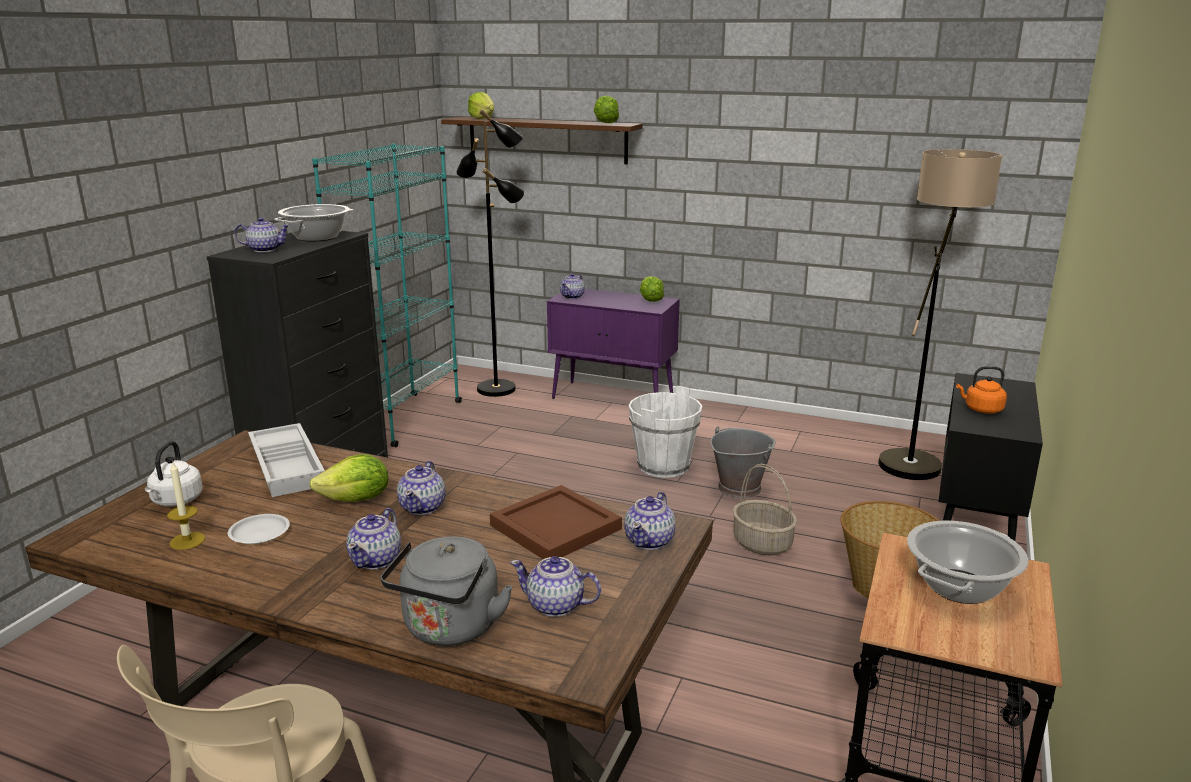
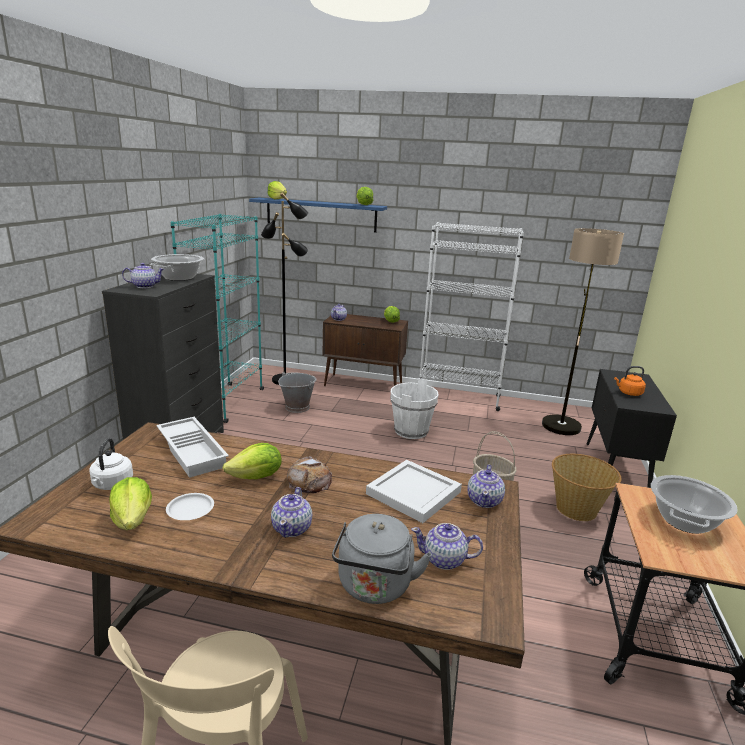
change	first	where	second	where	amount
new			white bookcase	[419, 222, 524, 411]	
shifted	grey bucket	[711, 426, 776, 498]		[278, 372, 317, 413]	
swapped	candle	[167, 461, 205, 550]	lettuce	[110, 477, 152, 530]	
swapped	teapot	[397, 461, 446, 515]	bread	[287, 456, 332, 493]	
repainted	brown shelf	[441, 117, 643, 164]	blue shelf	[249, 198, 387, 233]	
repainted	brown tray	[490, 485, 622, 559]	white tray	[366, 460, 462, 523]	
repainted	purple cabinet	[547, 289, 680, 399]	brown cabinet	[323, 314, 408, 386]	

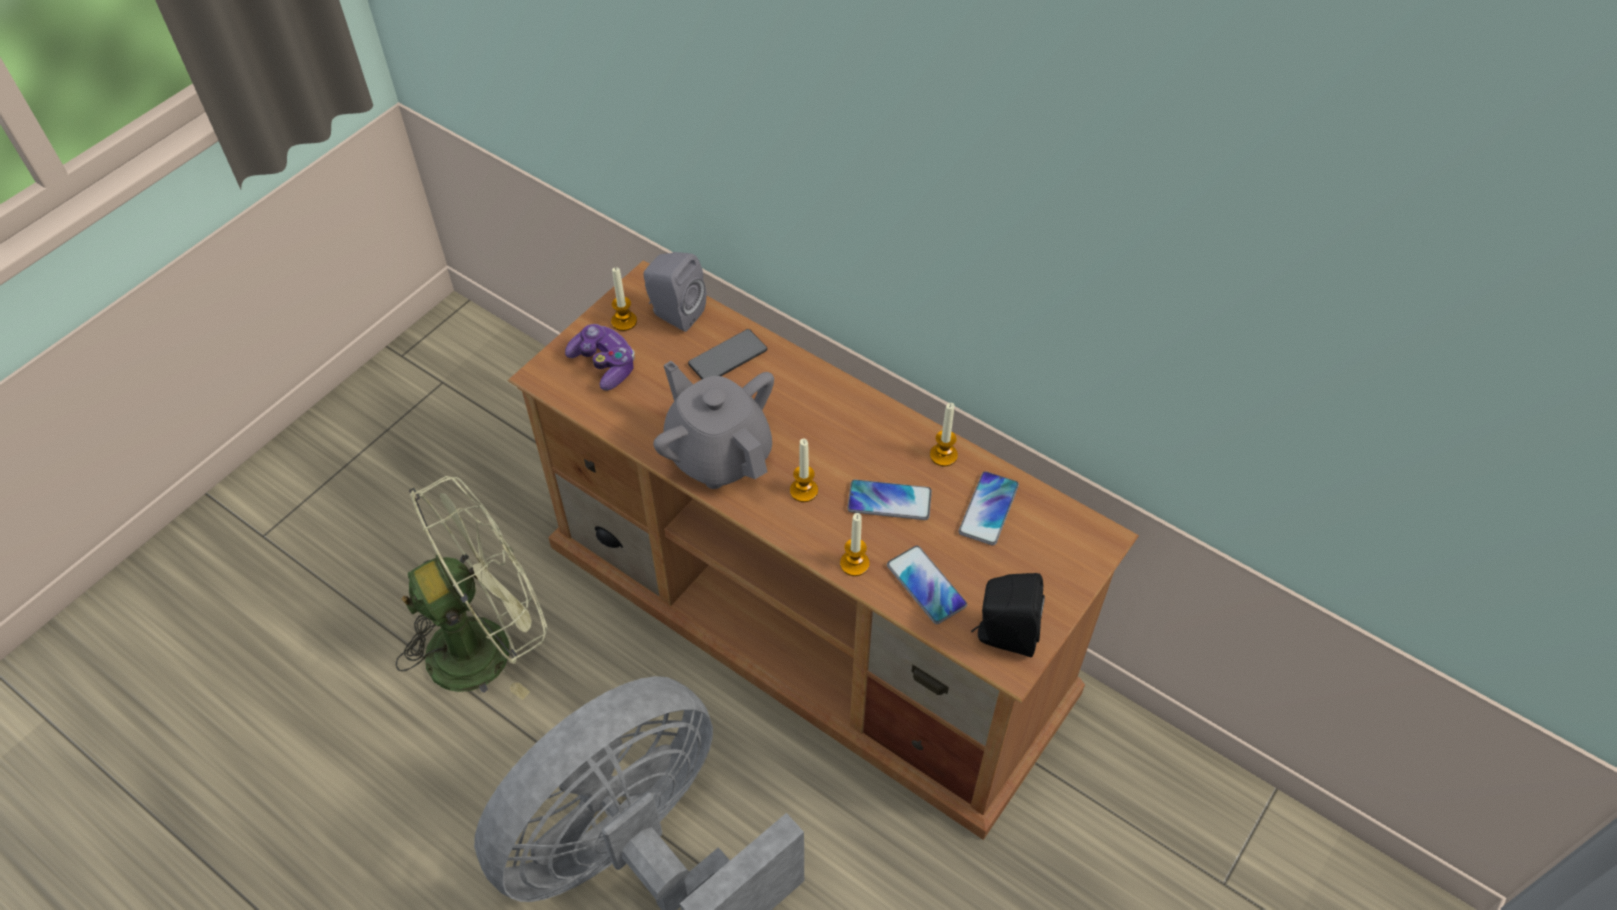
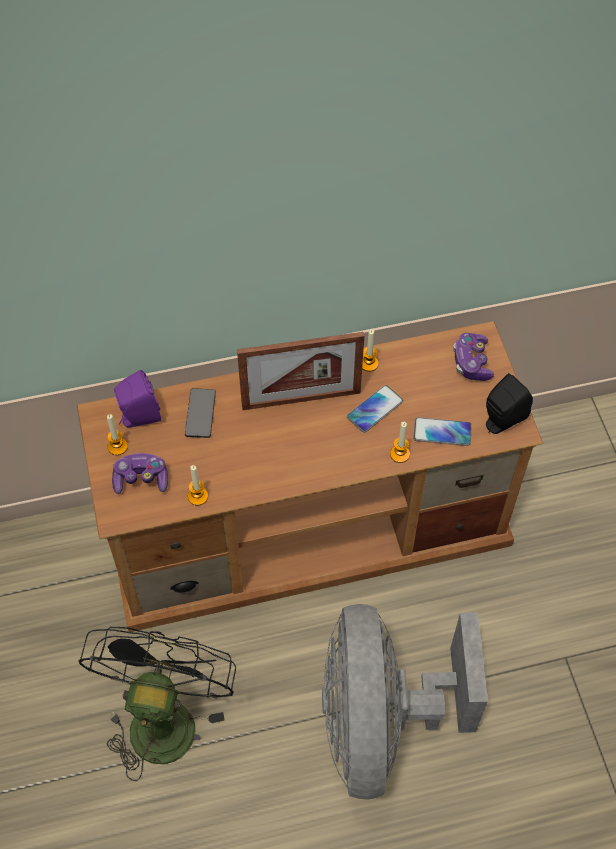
change	first	where	second	where	amount
gone	grey teapot	[653, 361, 774, 489]			
gone	phone	[958, 471, 1019, 545]			
new			picture frame	[237, 332, 364, 410]	
new			game controller	[453, 333, 494, 381]	
shifted	candle	[790, 439, 818, 502]		[188, 465, 208, 506]	
repainted	green fan	[396, 476, 547, 700]	black fan	[78, 627, 236, 781]	
repainted	grey speaker	[643, 252, 706, 332]	purple speaker	[114, 370, 161, 427]	

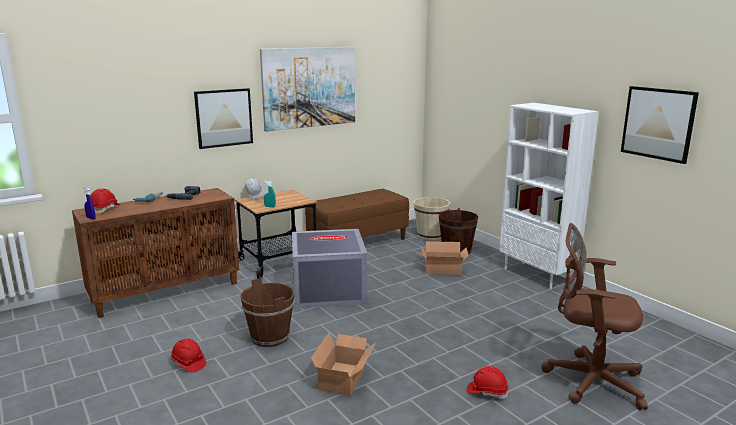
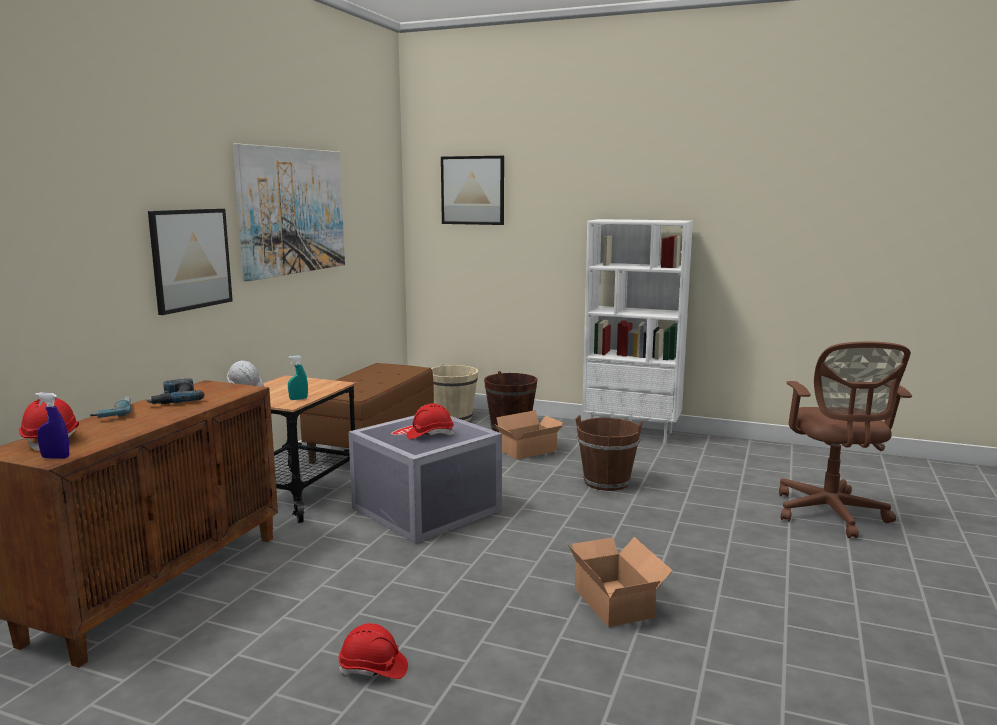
change	first	where	second	where	amount
shifted	brown bucket	[240, 278, 295, 347]		[576, 415, 643, 491]	
shifted	red hard hat	[467, 366, 508, 399]		[406, 403, 454, 439]	
shifted	picture	[621, 86, 699, 164]		[441, 156, 504, 225]	
rotated	brown office chair	[541, 223, 648, 410]		[779, 341, 912, 538]	75 degrees counterclockwise

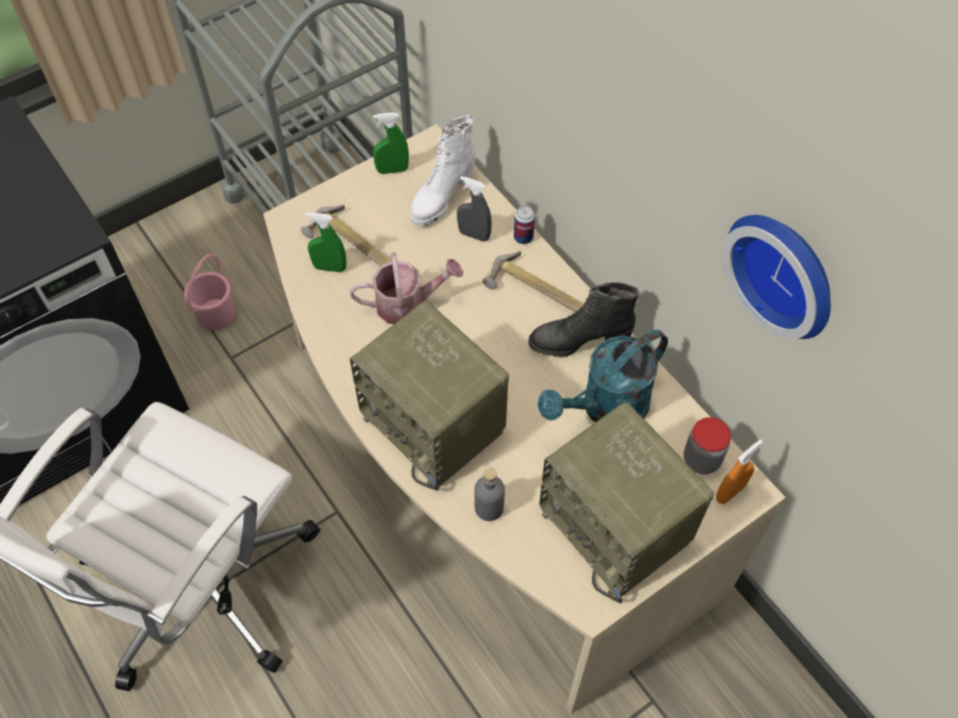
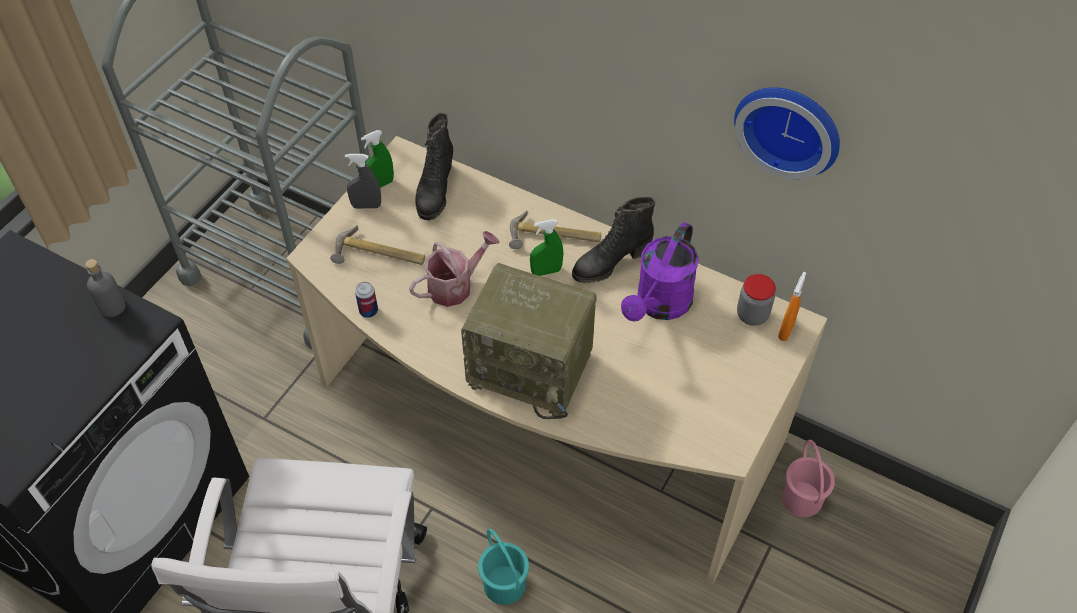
change	first	where	second	where	amount
gone	radio	[539, 402, 714, 603]			
new			turquoise bucket	[478, 529, 529, 605]	
shifted	pink bucket	[184, 254, 235, 330]		[782, 440, 835, 517]	
shifted	green spray bottle	[305, 212, 346, 272]		[530, 219, 564, 276]	
shifted	grey spray bottle	[457, 176, 492, 242]		[345, 154, 381, 209]	
shifted	grey bottle	[474, 468, 505, 521]		[85, 259, 126, 317]	
shifted	can	[514, 205, 535, 244]		[355, 282, 378, 318]	
repainted	white boot	[410, 115, 475, 226]	black boot	[415, 113, 453, 221]	
repainted	turquoise watering can	[538, 330, 668, 422]	purple watering can	[621, 222, 698, 322]	

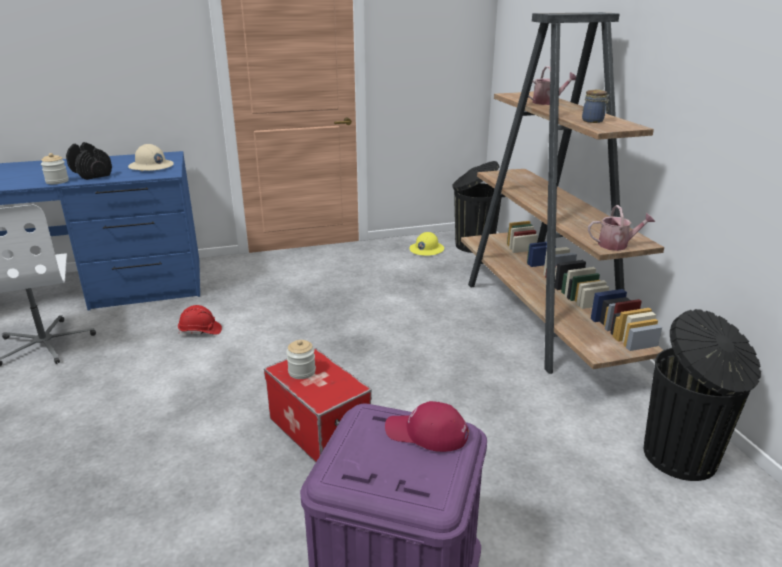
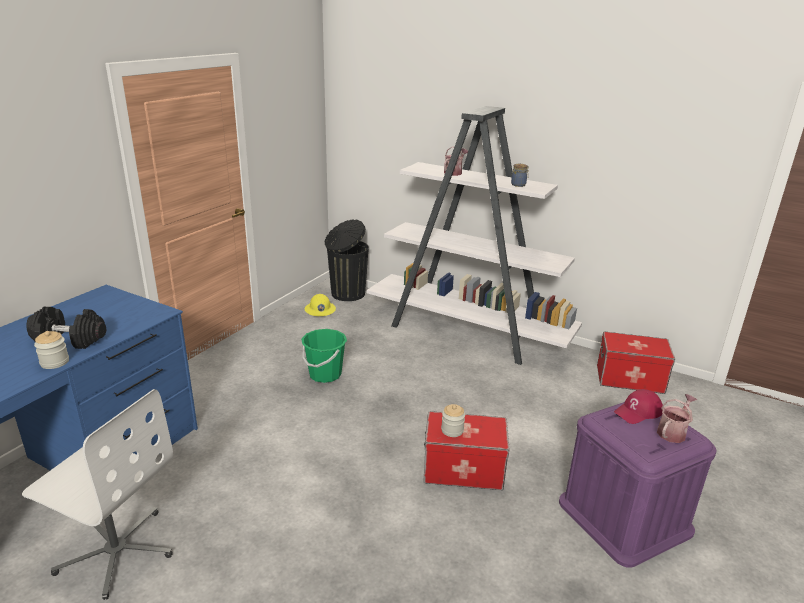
change	first	where	second	where	amount
gone	beige hard hat	[128, 144, 174, 171]			
gone	red hard hat	[178, 305, 222, 335]			
new			green bucket	[301, 329, 347, 383]	
shifted	watering can	[588, 205, 655, 251]		[657, 394, 697, 443]	
swapped	black trash can	[644, 309, 761, 481]	storage box	[597, 331, 675, 394]	
repainted	brown bookcase	[461, 12, 664, 374]	white bookcase	[367, 106, 582, 365]	

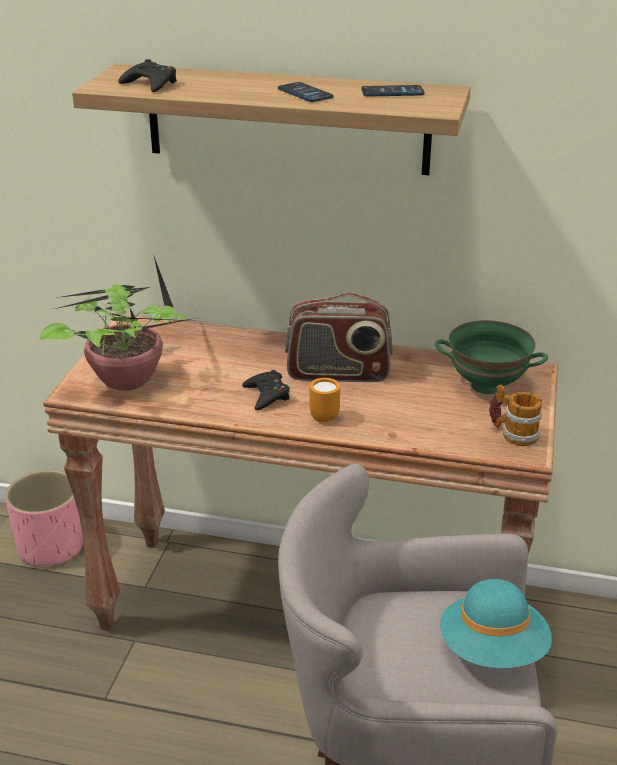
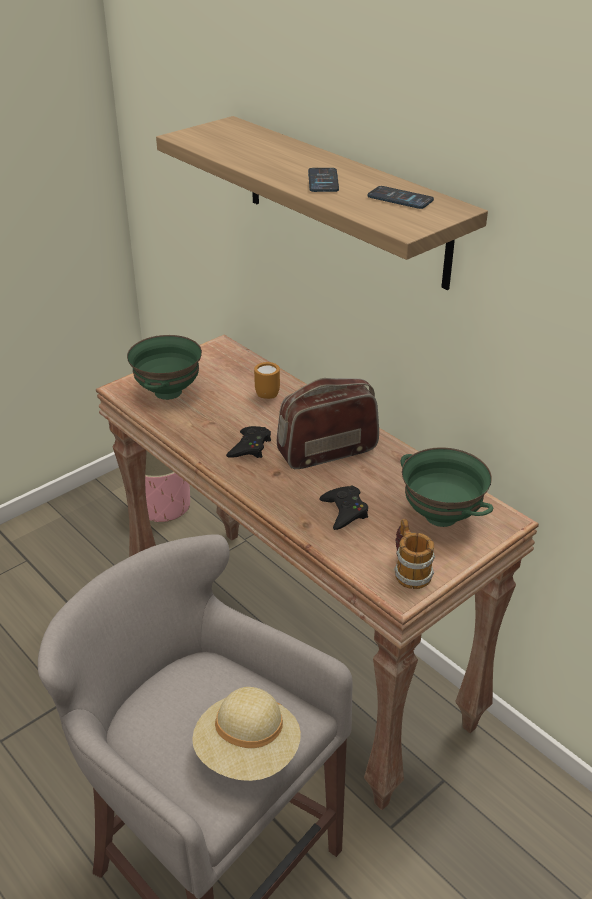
change	first	where	second	where	amount
shifted	black game controller	[118, 59, 177, 92]		[320, 486, 368, 530]	
shifted	orange mug	[310, 378, 340, 422]		[254, 362, 280, 399]	
swapped	potted plant	[38, 254, 210, 391]	green bowl	[127, 335, 202, 400]	
repainted	turquoise hat	[440, 579, 552, 668]	beige hat	[192, 687, 301, 781]	
rotated	radio	[285, 293, 393, 382]		[277, 378, 379, 469]	120 degrees clockwise

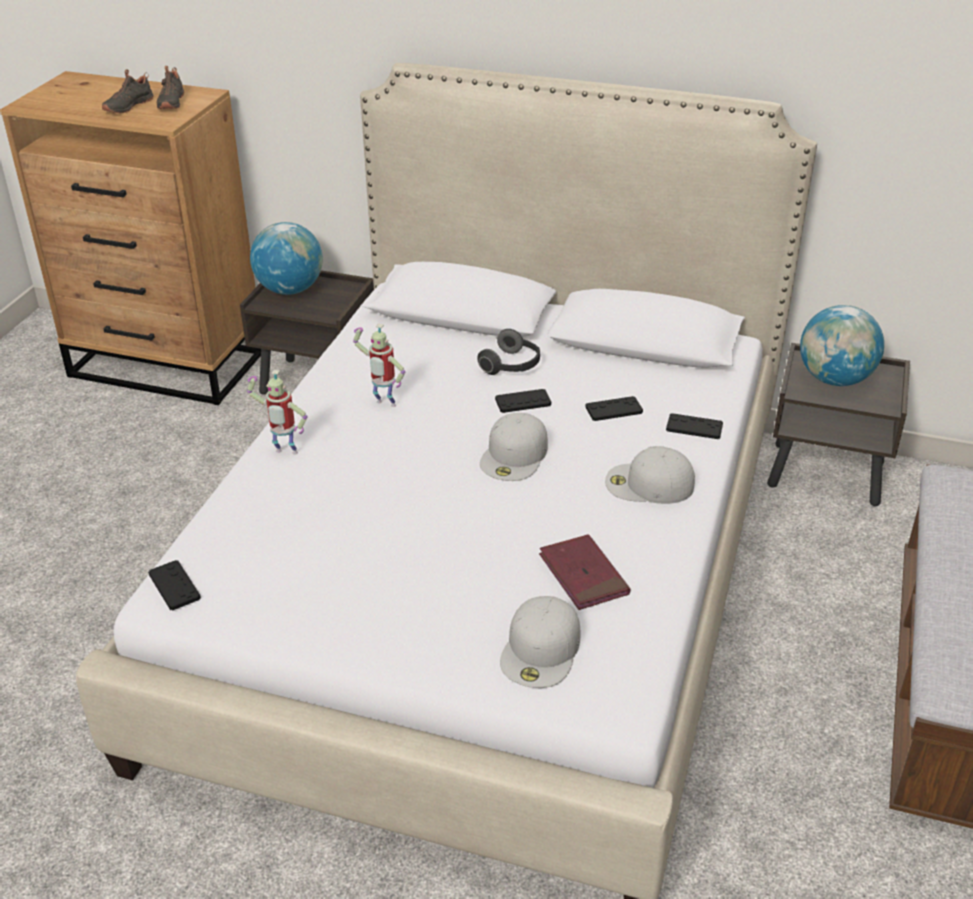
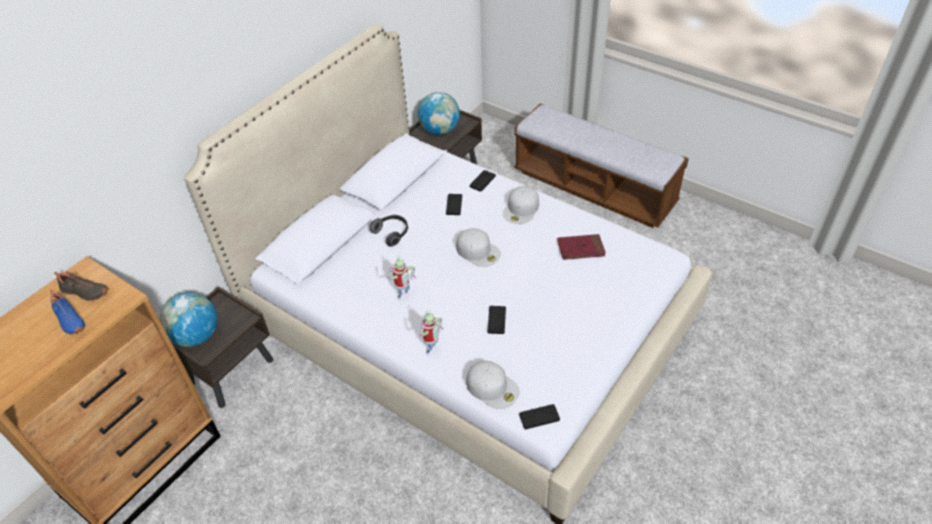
change	first	where	second	where	amount
shifted	black game controller	[495, 389, 551, 413]		[488, 306, 506, 334]	
shifted	white cap	[500, 596, 580, 688]		[466, 361, 519, 409]	
repainted	black shoe	[102, 70, 154, 114]	blue shoe	[50, 290, 85, 334]	

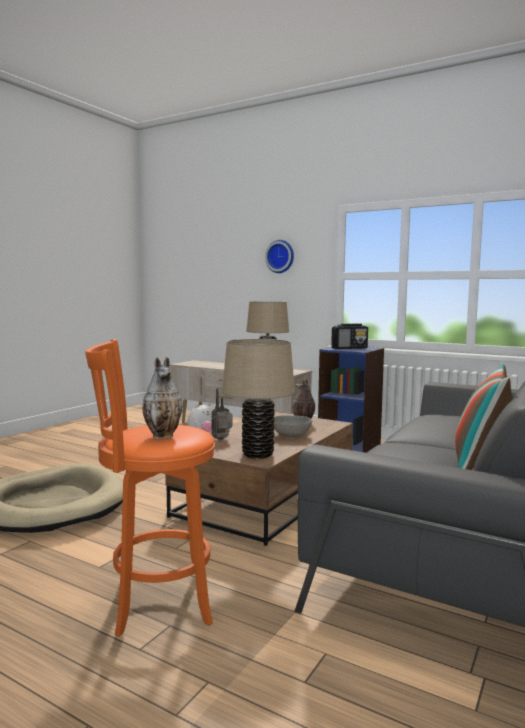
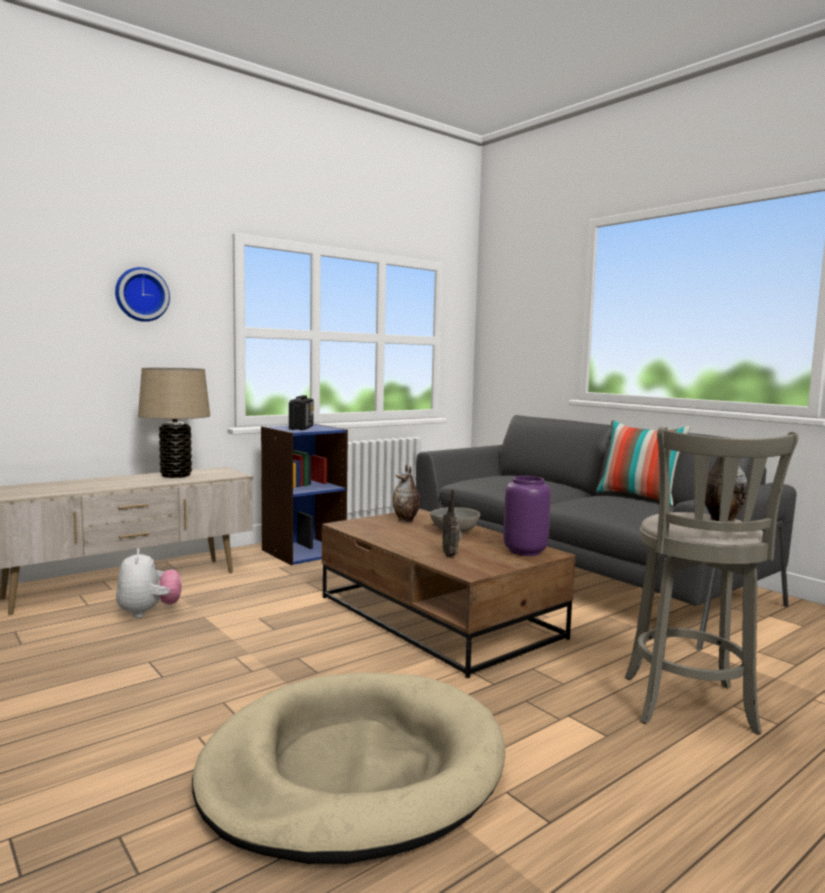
change	first	where	second	where	amount
swapped	beige table lamp	[222, 339, 295, 459]	purple vase	[503, 476, 551, 556]	
repainted	orange stool	[85, 339, 215, 637]	grey stool	[625, 427, 798, 735]	

